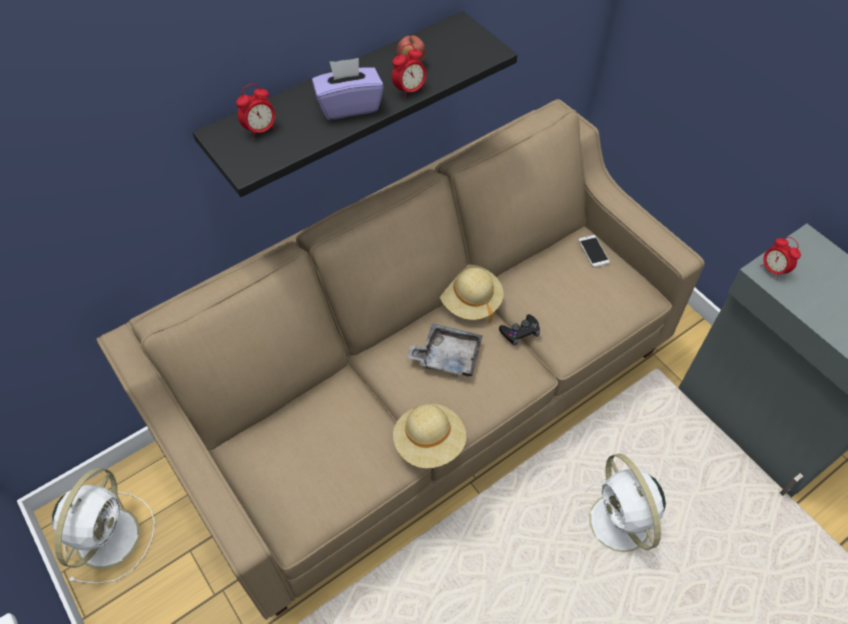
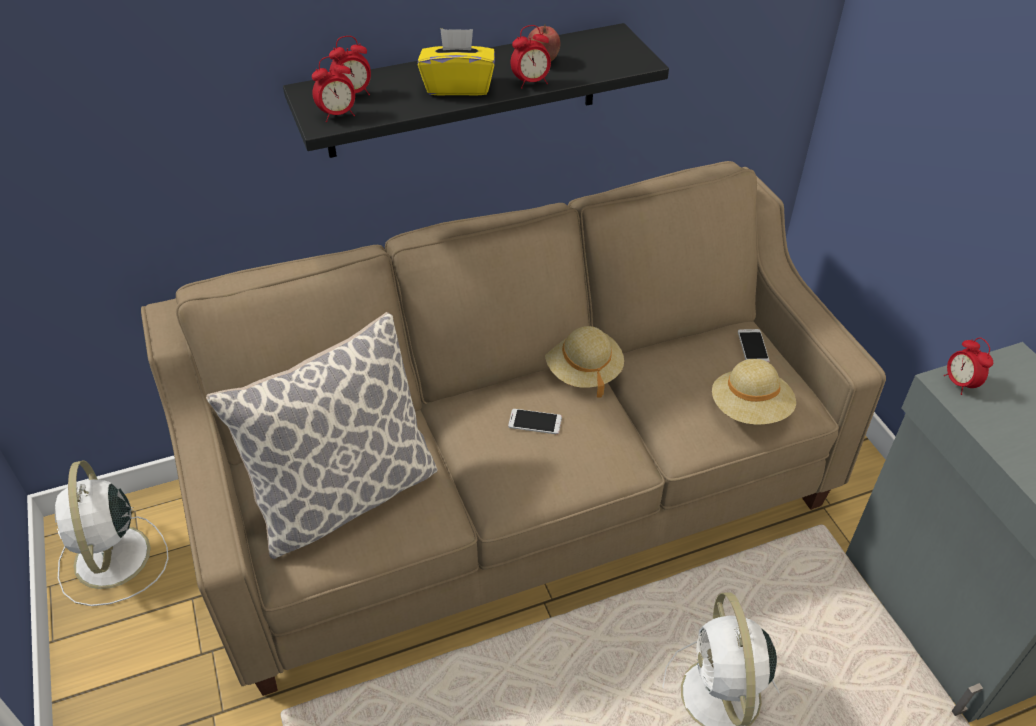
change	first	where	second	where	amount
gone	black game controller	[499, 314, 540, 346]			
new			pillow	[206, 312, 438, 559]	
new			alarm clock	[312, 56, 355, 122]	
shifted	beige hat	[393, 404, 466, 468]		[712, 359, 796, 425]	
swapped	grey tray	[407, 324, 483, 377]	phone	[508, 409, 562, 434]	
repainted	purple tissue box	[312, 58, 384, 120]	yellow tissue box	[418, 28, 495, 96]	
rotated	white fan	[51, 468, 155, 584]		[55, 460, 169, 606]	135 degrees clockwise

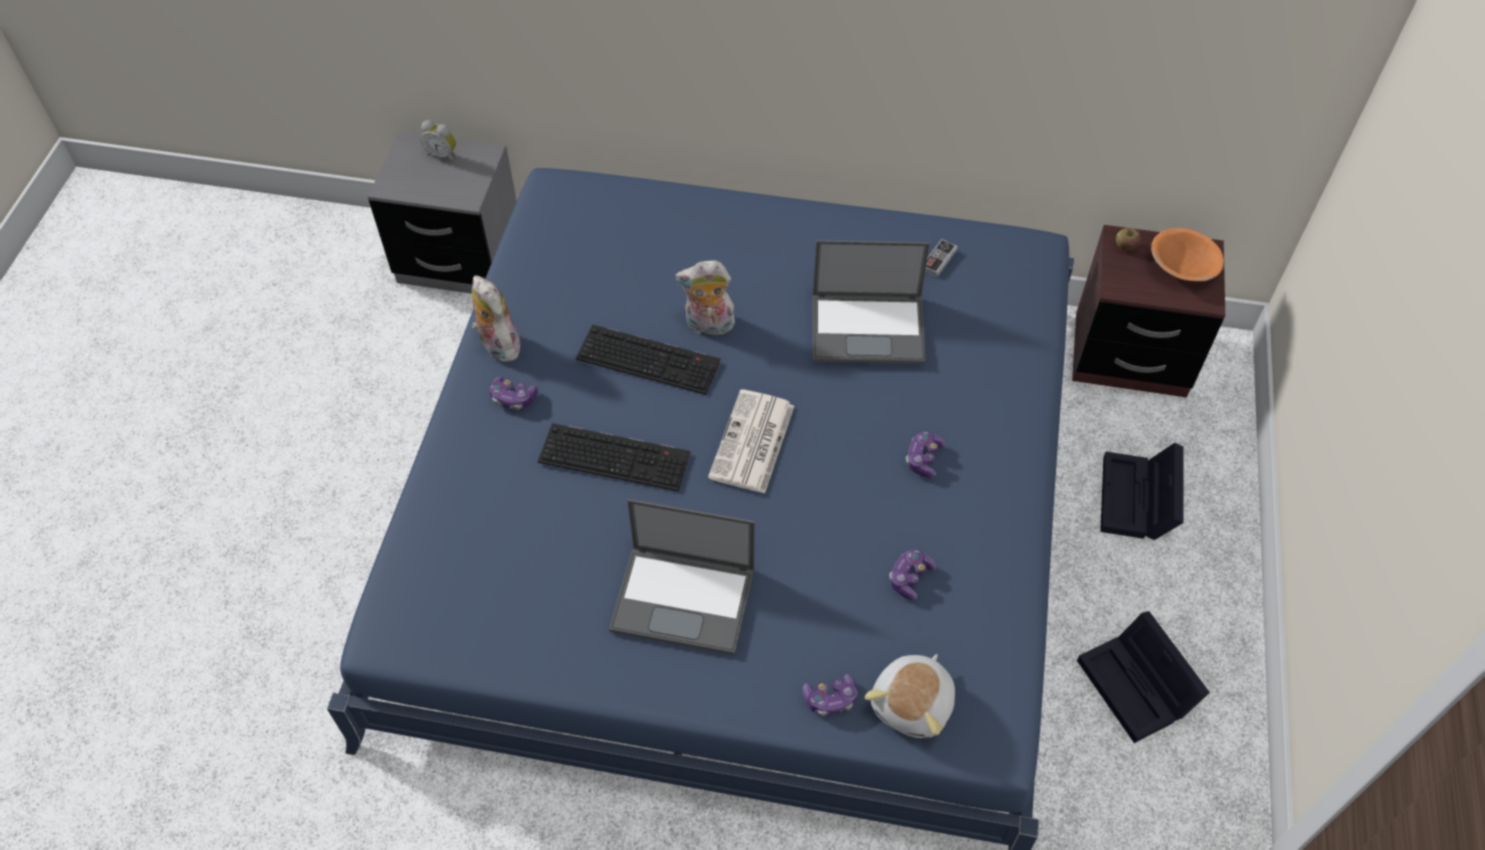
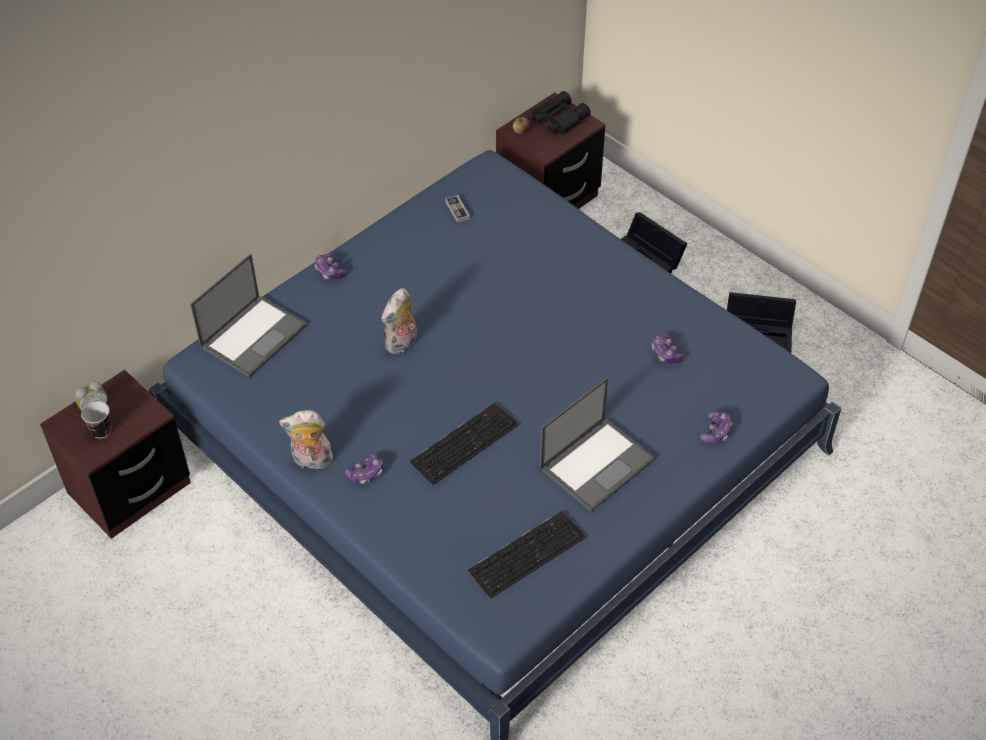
change	first	where	second	where	amount
gone	newspaper	[708, 389, 794, 494]			
gone	plush toy	[865, 654, 955, 738]			
new			cup	[81, 401, 112, 439]	
shifted	keyboard	[576, 325, 721, 395]		[468, 511, 586, 598]	
shifted	laptop	[813, 240, 930, 364]		[190, 254, 307, 378]	
shifted	game controller	[905, 431, 946, 478]		[315, 254, 347, 280]	
swapped	orange bowl	[1151, 228, 1224, 281]	black binoculars	[533, 91, 591, 135]	
repainted	grey nightstand	[368, 131, 517, 294]	brown nightstand	[40, 370, 191, 539]	

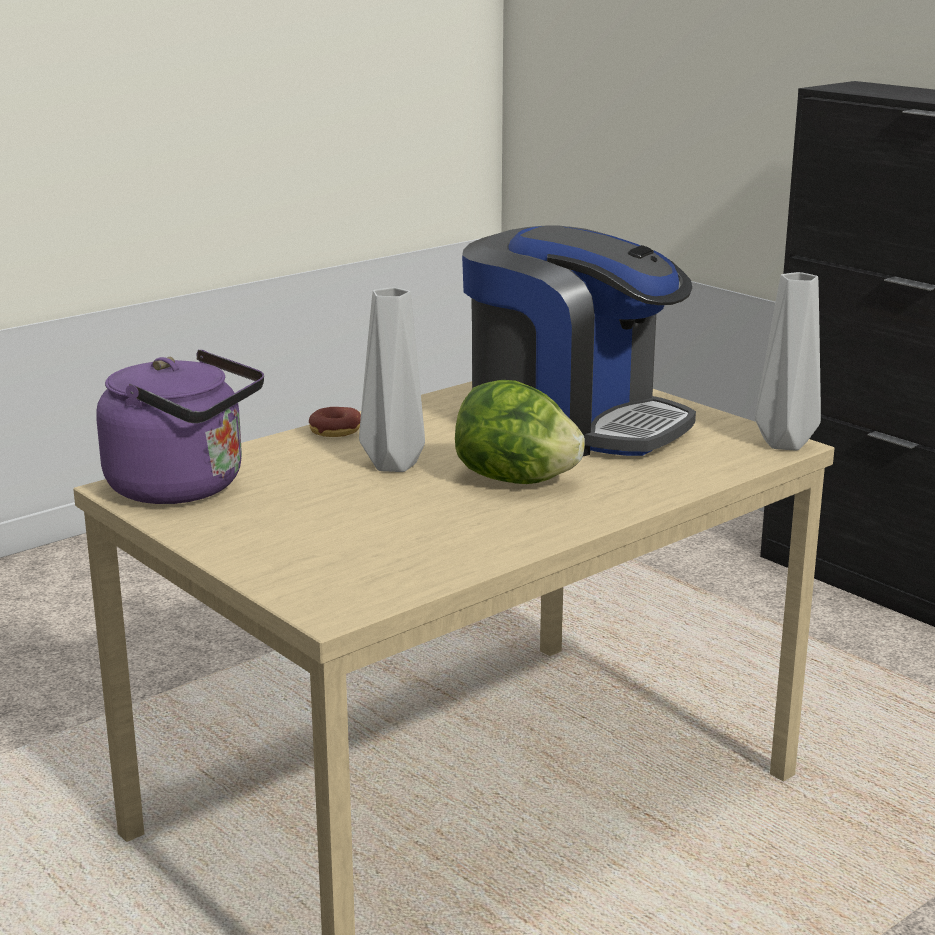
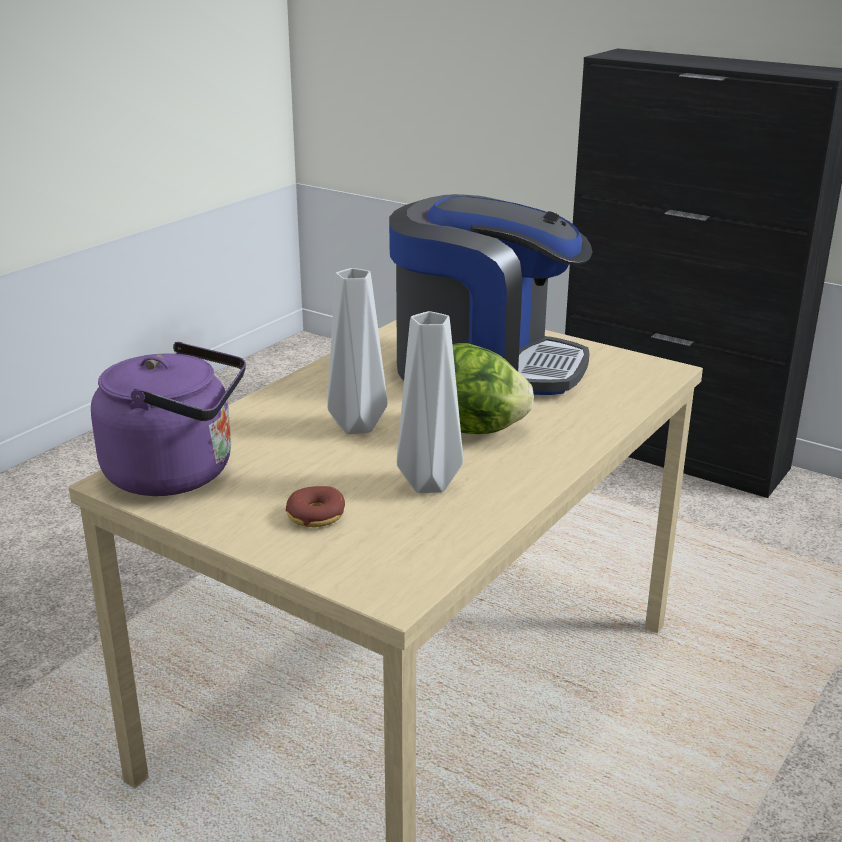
change	first	where	second	where	amount
shifted	donut	[309, 407, 361, 437]		[286, 486, 345, 527]	
shifted	grey vase	[755, 272, 821, 450]		[397, 311, 463, 493]	

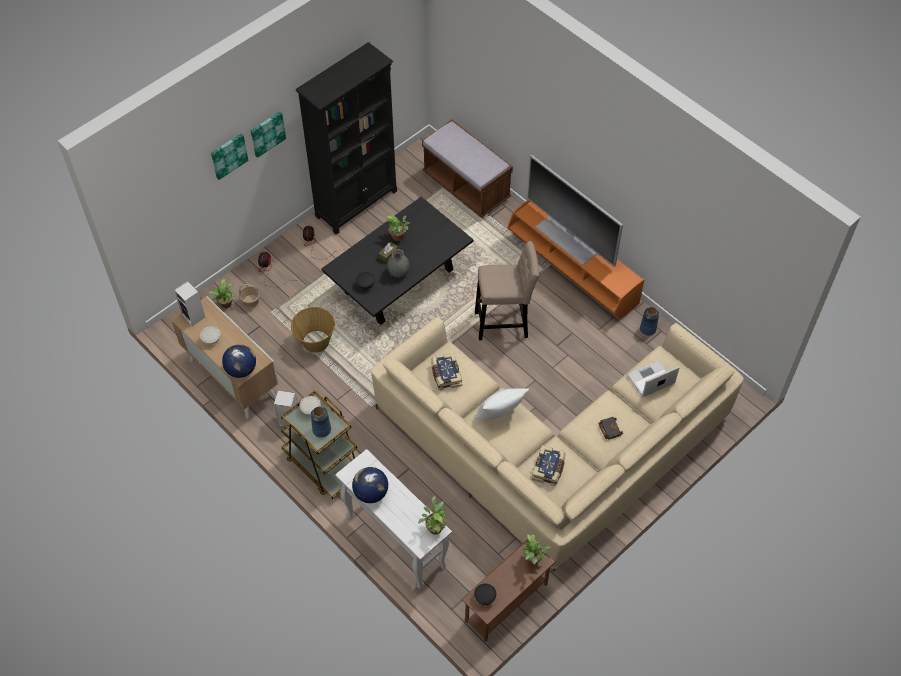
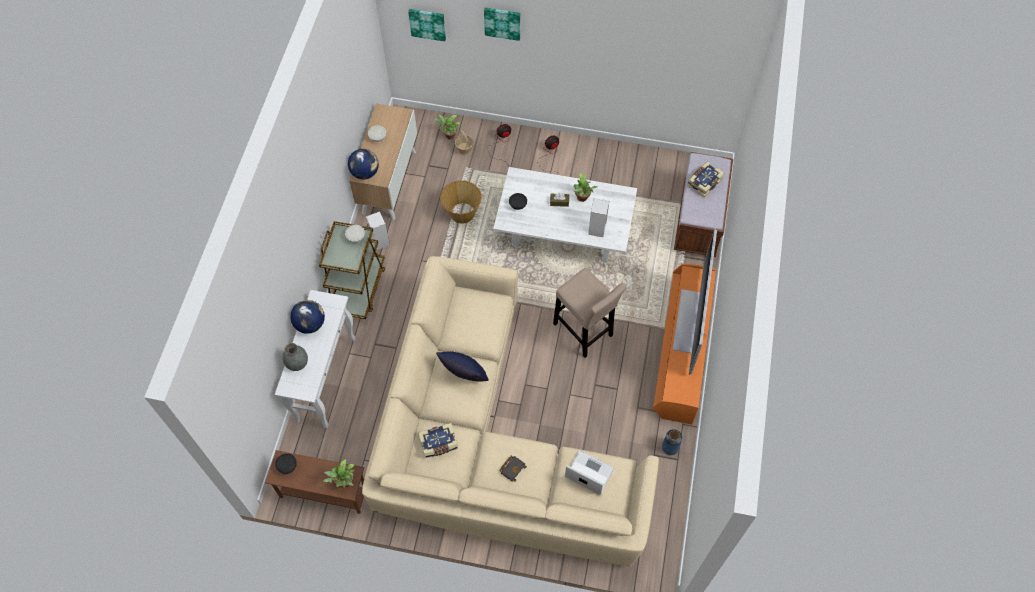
change	first	where	second	where	amount
gone	black bookcase	[296, 42, 397, 235]			
gone	blue vase	[311, 407, 331, 438]			
gone	potted plant	[418, 496, 447, 535]			
shifted	speaker	[174, 281, 205, 326]		[588, 198, 609, 237]	
shifted	picture	[251, 112, 286, 158]		[408, 9, 446, 41]	
shifted	grey vase	[387, 249, 410, 278]		[282, 343, 308, 371]	
shifted	book	[431, 353, 462, 390]		[687, 162, 724, 198]	
repainted	black coffee table	[321, 197, 473, 325]	white coffee table	[493, 167, 637, 262]	
repainted	white pillow	[474, 388, 529, 420]	blue pillow	[436, 351, 489, 382]	

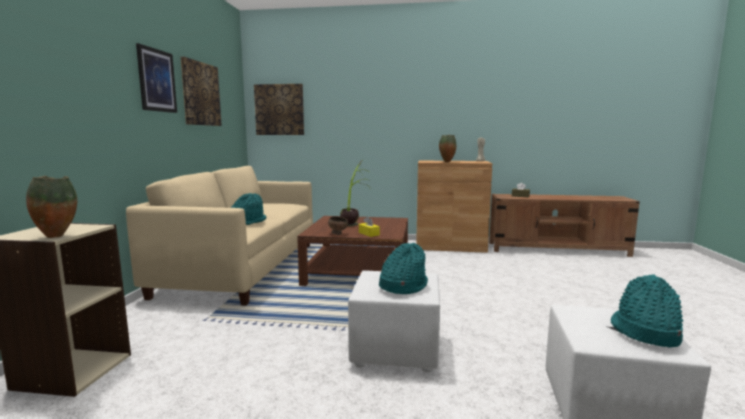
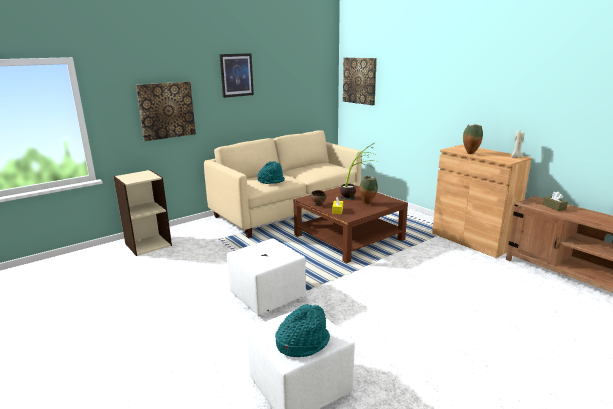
change	first	where	second	where	amount
gone	turquoise hat	[379, 243, 428, 294]			
shifted	vase	[26, 176, 78, 238]		[360, 176, 378, 204]	
shifted	picture	[181, 57, 222, 126]		[136, 82, 196, 141]	

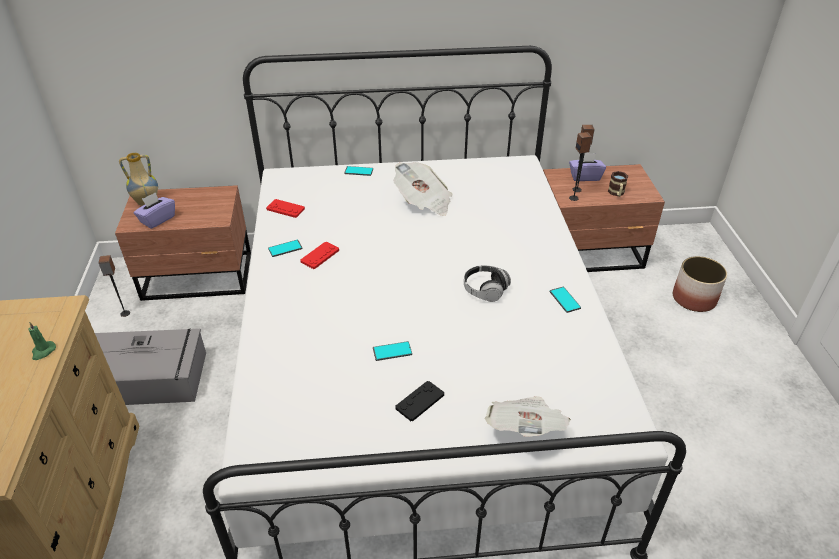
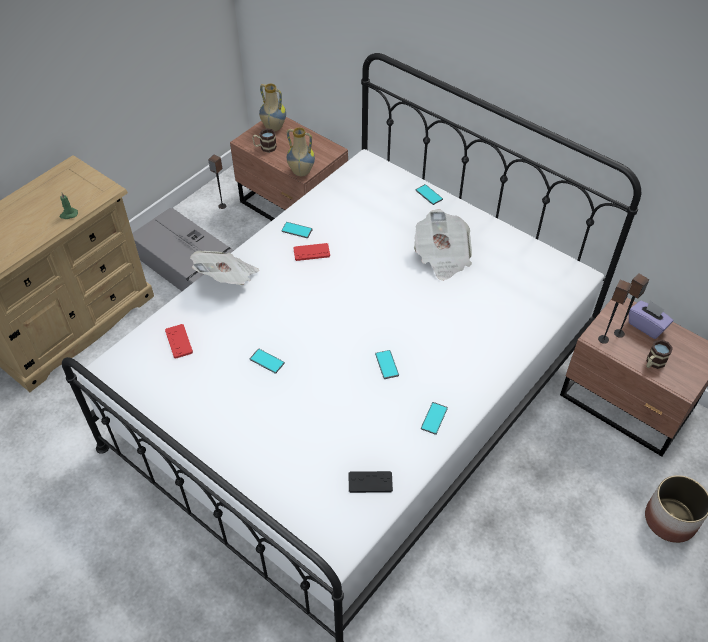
change	first	where	second	where	amount
new			vase	[287, 127, 315, 176]	
shifted	red game controller	[266, 199, 305, 218]		[165, 324, 193, 359]	
shifted	black game controller	[395, 381, 444, 422]		[349, 471, 393, 493]	
shifted	newspaper	[485, 396, 571, 437]		[190, 251, 259, 285]	
swapped	purple tissue box	[133, 192, 175, 229]	mug	[252, 128, 277, 153]	
swapped	headphones	[464, 265, 511, 302]	phone	[375, 350, 399, 379]	

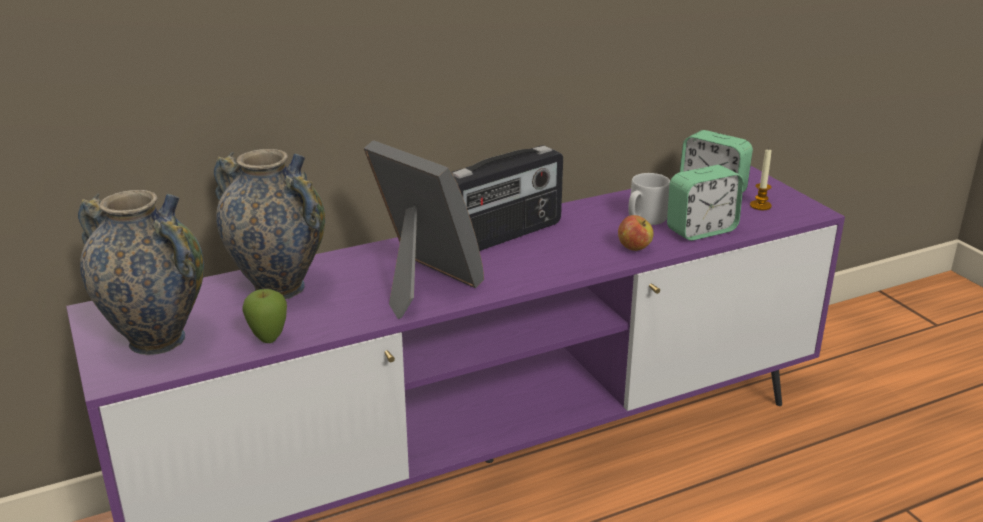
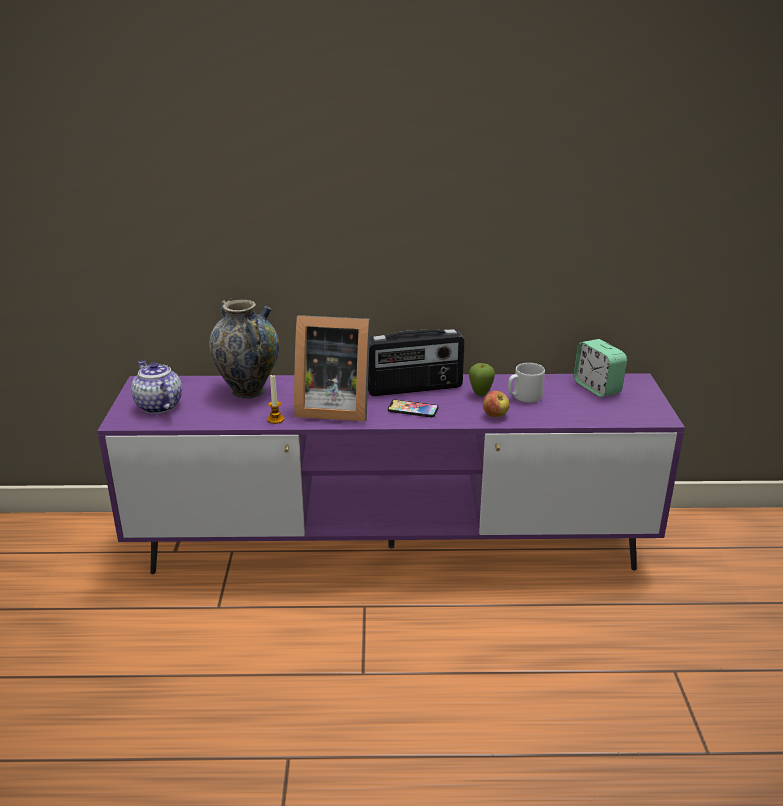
change	first	where	second	where	amount
gone	alarm clock	[667, 165, 744, 241]			
new			phone	[388, 399, 438, 417]	
shifted	apple	[243, 289, 287, 343]		[469, 363, 495, 396]	
shifted	candle	[750, 148, 772, 210]		[267, 374, 284, 424]	
swapped	vase	[78, 190, 204, 355]	teapot	[131, 360, 182, 414]	
rotated	picture frame	[364, 140, 484, 319]		[294, 315, 370, 421]	120 degrees clockwise

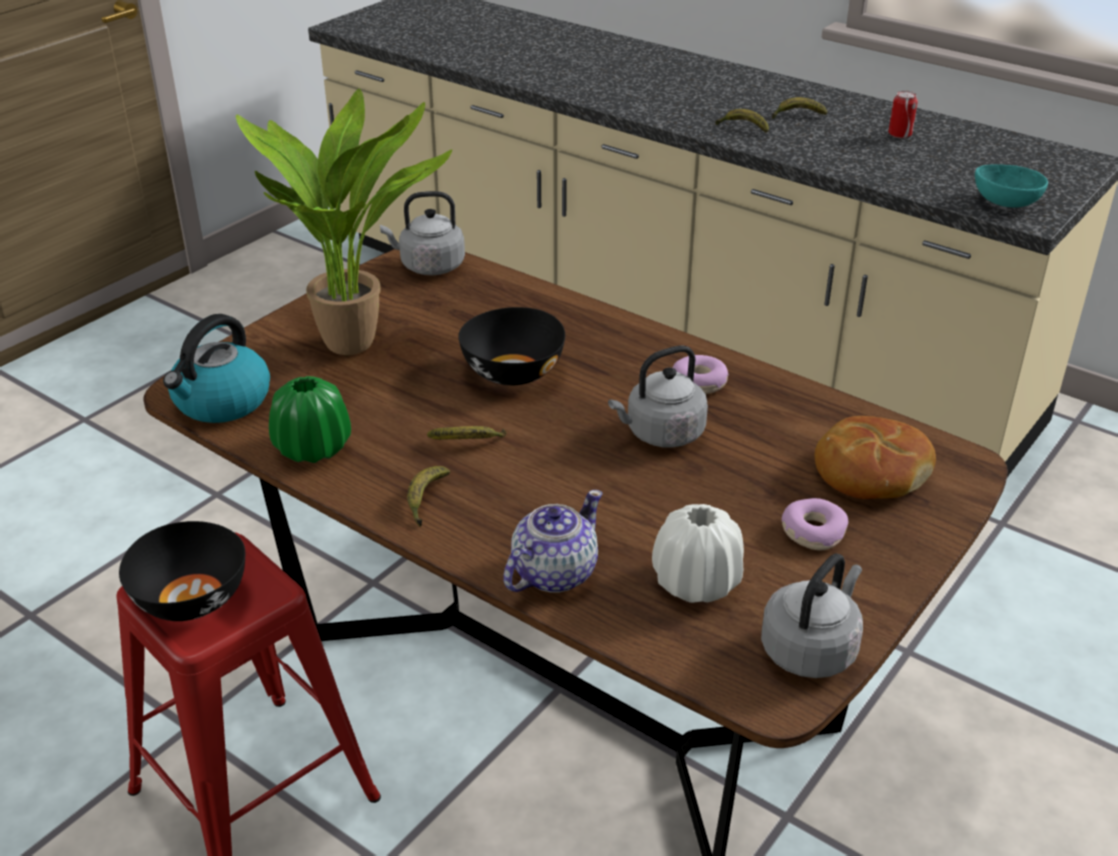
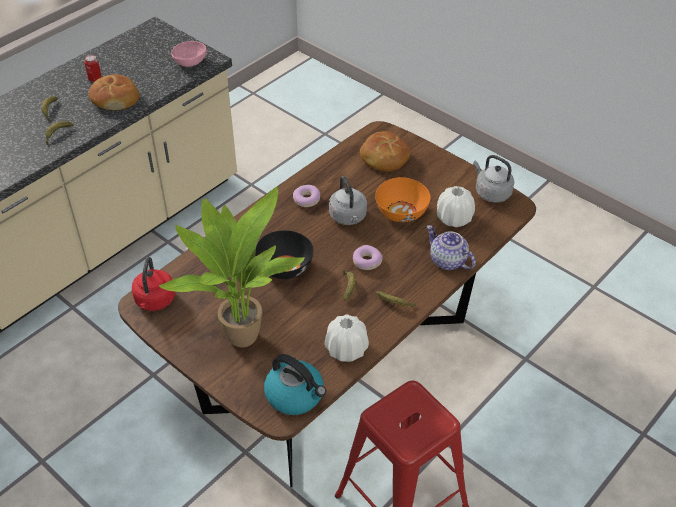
change	first	where	second	where	amount
gone	black bowl	[119, 521, 245, 621]			
new			bread	[89, 74, 140, 110]	
new			orange bowl	[375, 177, 431, 222]	
shifted	donut	[782, 498, 848, 550]		[353, 245, 383, 270]	
repainted	green vase	[269, 376, 351, 463]	white vase	[325, 314, 369, 362]	
repainted	grey kettle	[380, 191, 465, 275]	red kettle	[132, 257, 175, 311]	
repainted	turquoise bowl	[975, 164, 1048, 208]	pink bowl	[171, 41, 207, 67]	

